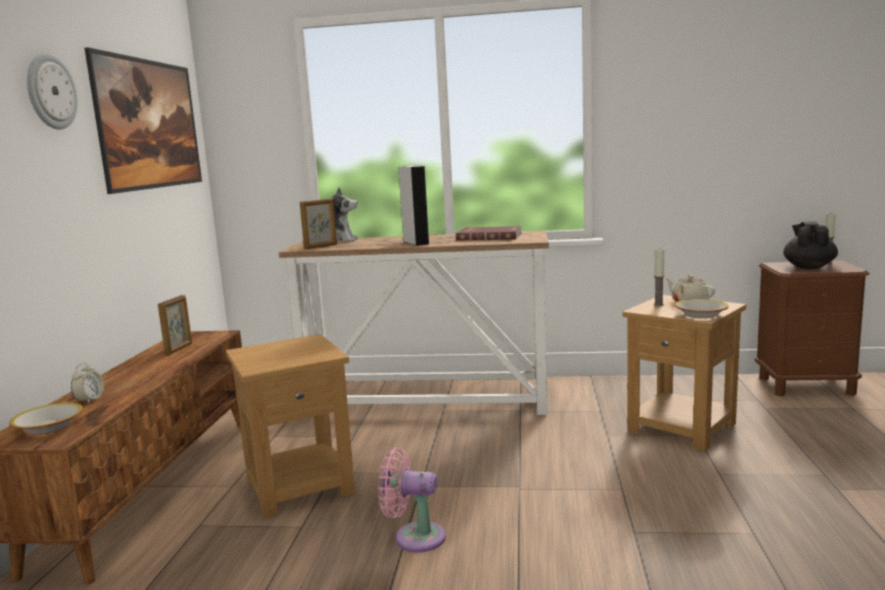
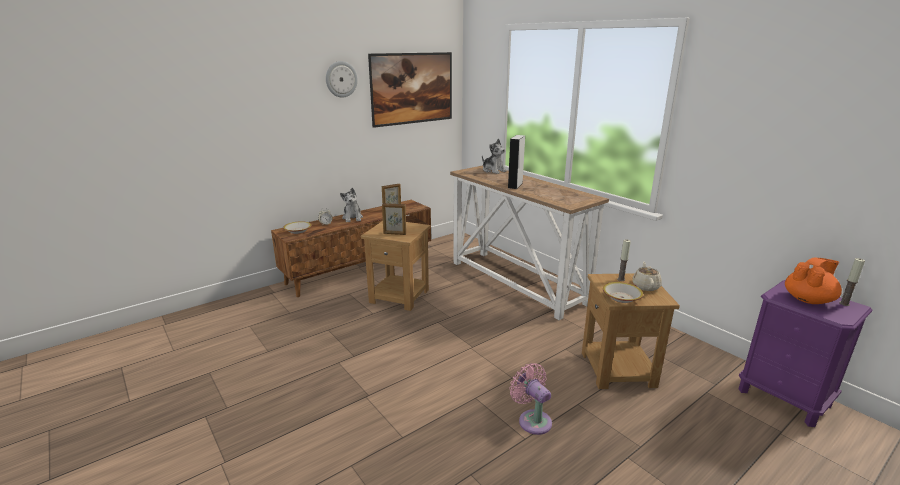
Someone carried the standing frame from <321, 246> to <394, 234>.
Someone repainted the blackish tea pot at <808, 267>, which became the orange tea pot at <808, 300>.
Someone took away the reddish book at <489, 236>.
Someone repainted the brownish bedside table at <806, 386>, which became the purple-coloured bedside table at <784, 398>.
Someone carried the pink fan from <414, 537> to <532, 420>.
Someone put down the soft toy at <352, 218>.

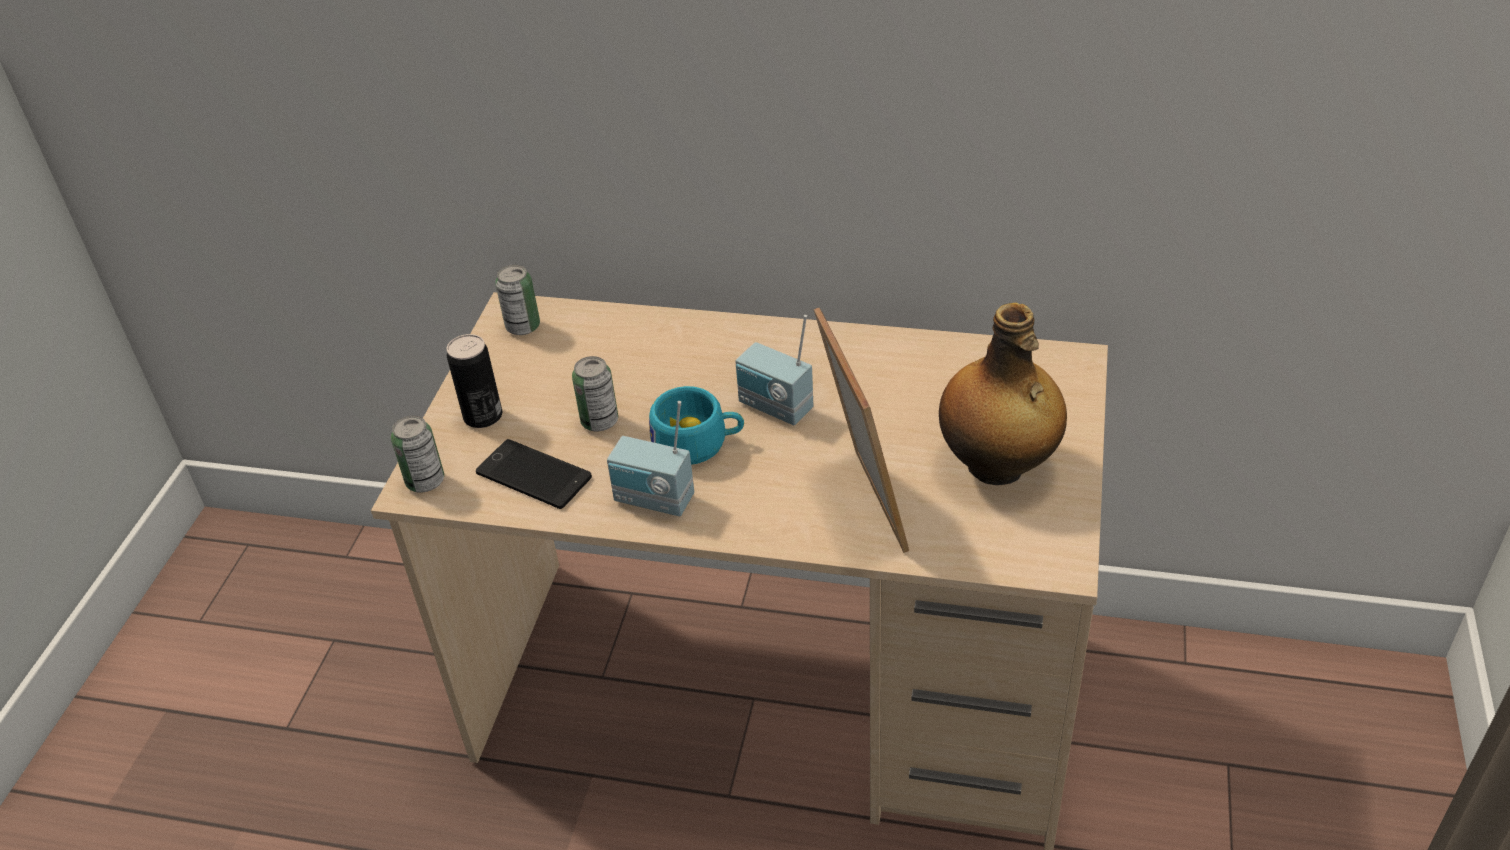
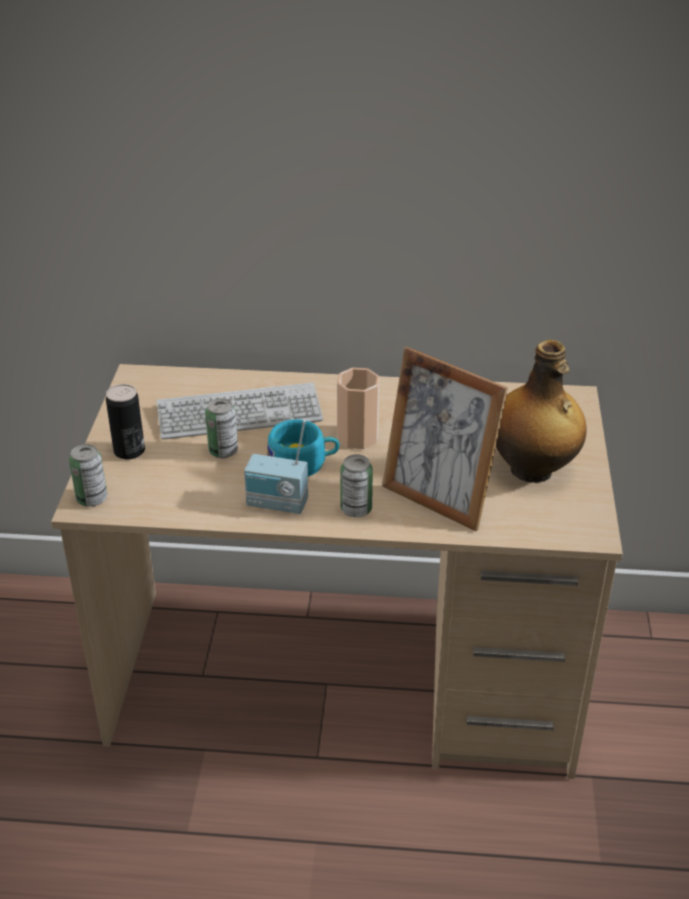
Someone carried the can from <523, 327> to <356, 509>.
Someone rotated the standing frame at <862, 504> by 150 degrees clockwise.
Someone swapped the radio set at <774, 408> for the drinking cup at <357, 437>.
Someone took away the telephone at <534, 475>.
Someone put down the computer keyboard at <239, 414>.

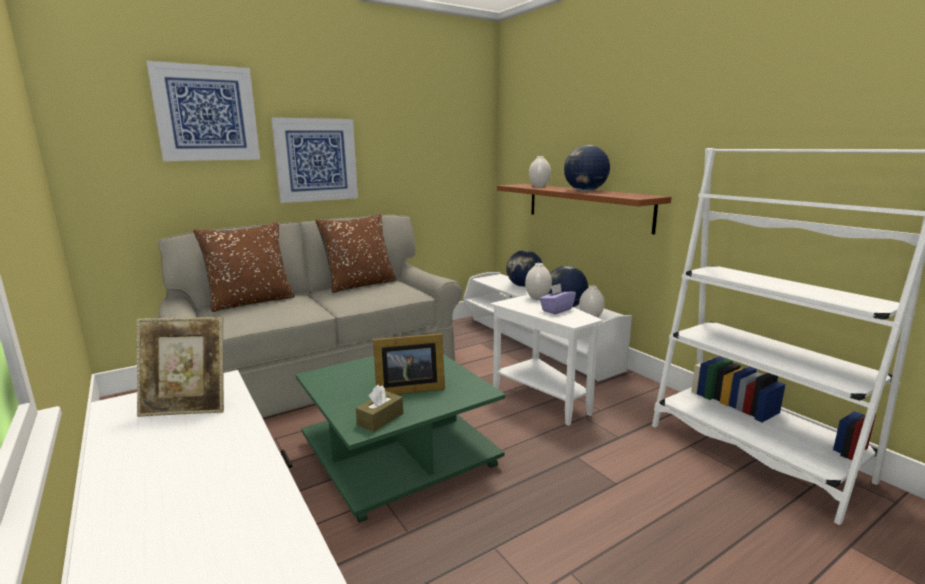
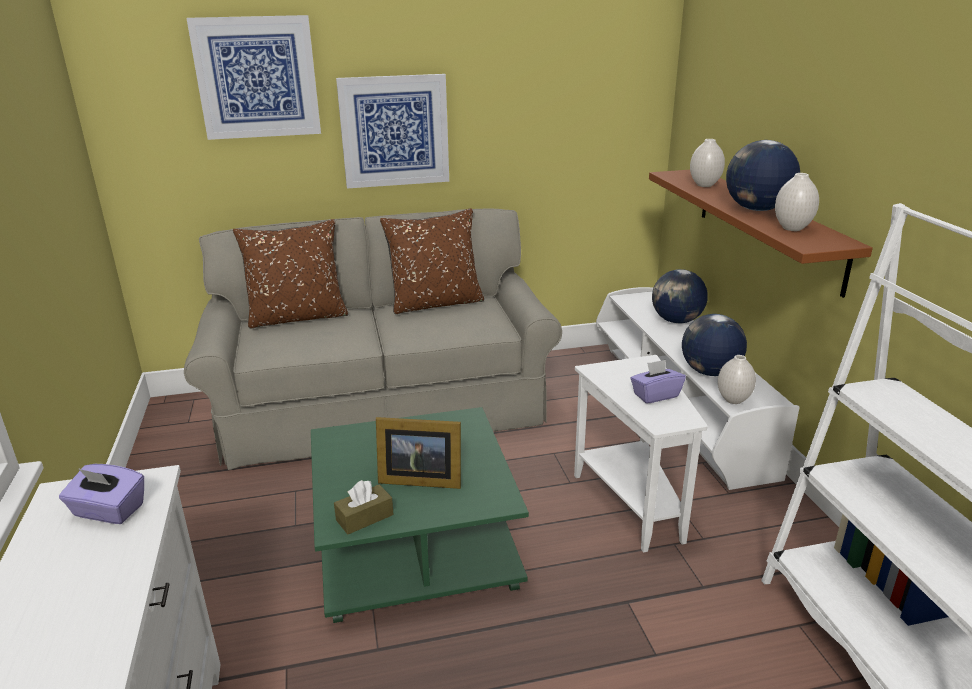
Someone carried the white flower vase from <537, 298> to <791, 228>.
Someone swapped the standing frame at <188, 407> for the purple-coloured box of tissues at <108, 511>.

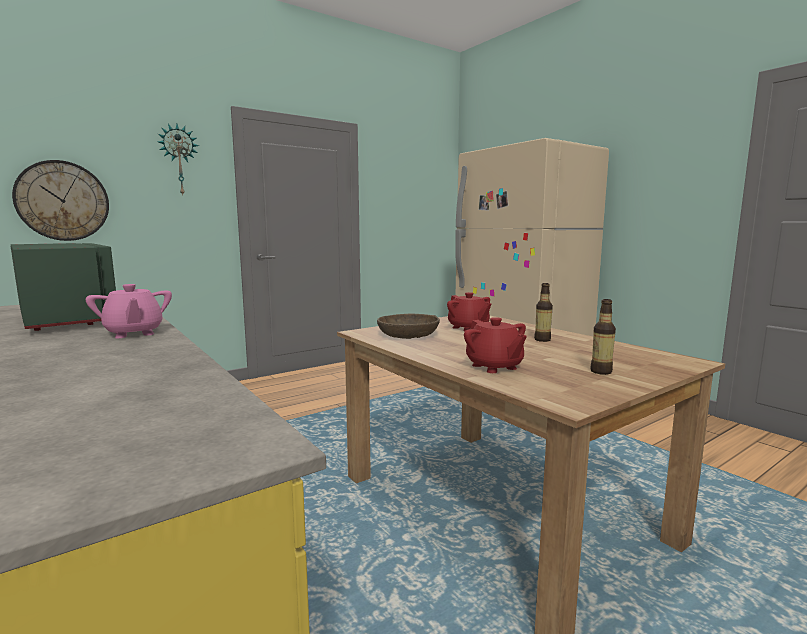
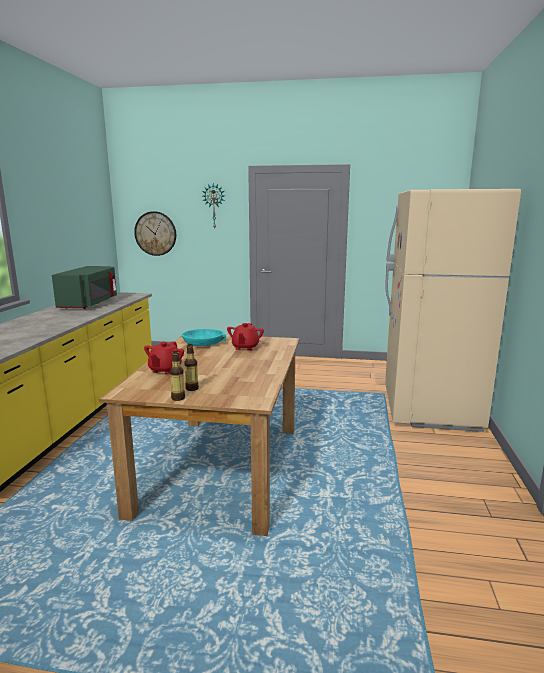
Someone carried the drink bottle from <542, 340> to <178, 398>.
Someone took away the pink tea pot at <134, 333>.
Someone repainted the brownish deep dish at <408, 334>, which became the turquoise-coloured deep dish at <203, 343>.

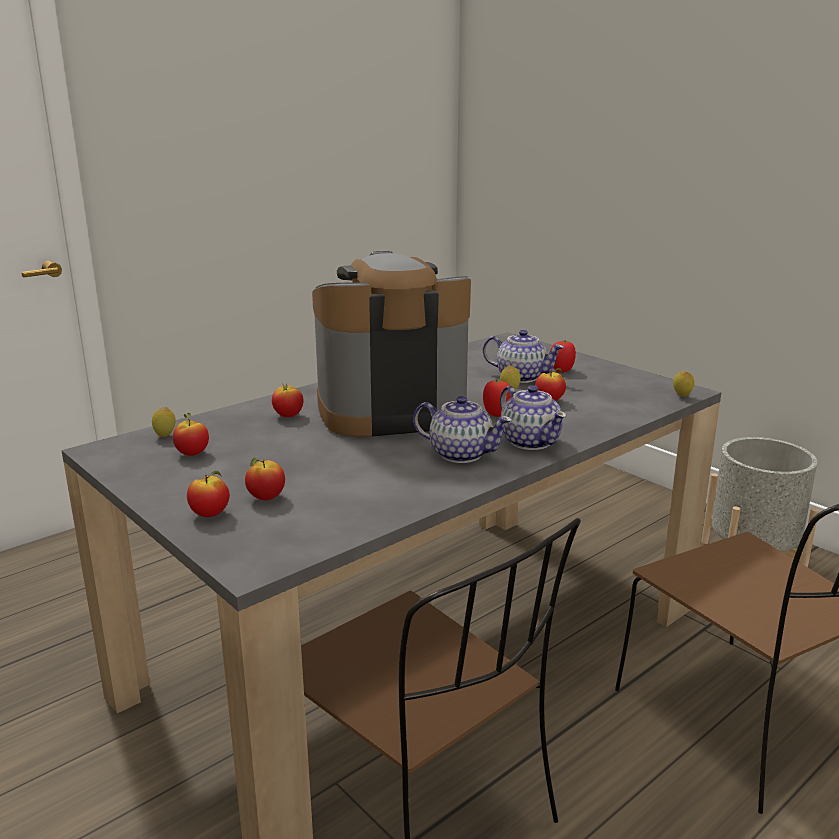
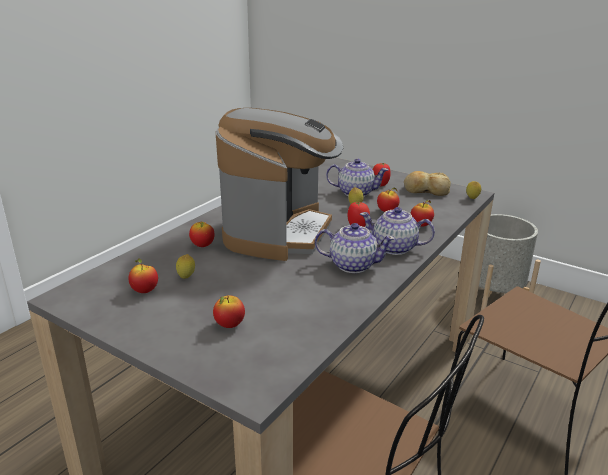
Someone rotated the coffee maker at <390, 411> by 135 degrees clockwise.
Someone rotated the tea pot at <530, 441> by 150 degrees clockwise.
Someone carried the citrus fruit from <165, 436> to <186, 277>.
Someone carried the whole apple from <210, 514> to <421, 225>.
Someone put down the bread at <426, 190>.

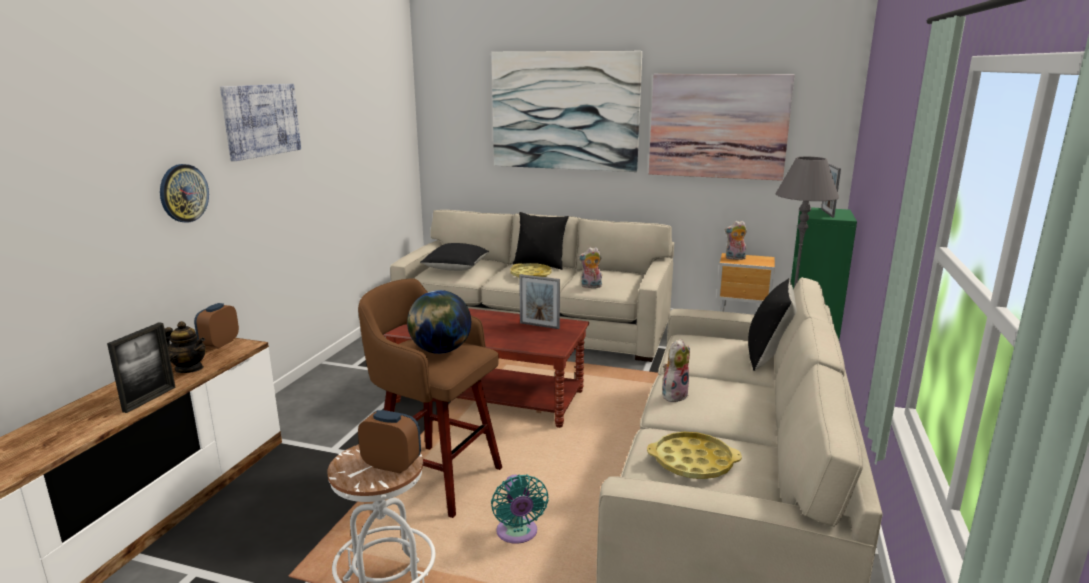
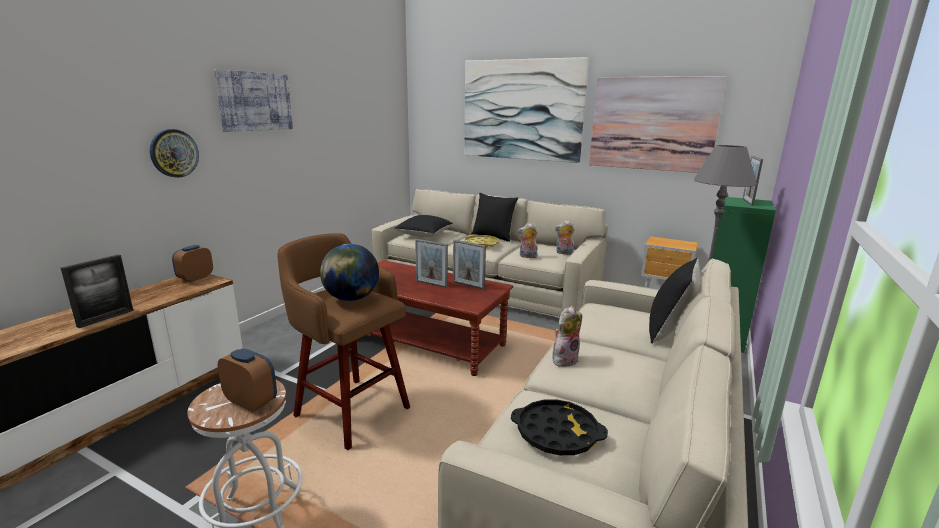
Someone carried the soft toy from <735, 258> to <564, 253>.
Someone took away the tea pot at <189, 368>.
Someone repainted the yellow-coloured carrying tray at <692, 462>, which became the blackish carrying tray at <557, 433>.
Someone took away the turquoise-coloured fan at <517, 534>.
Someone put down the standing frame at <431, 284>.

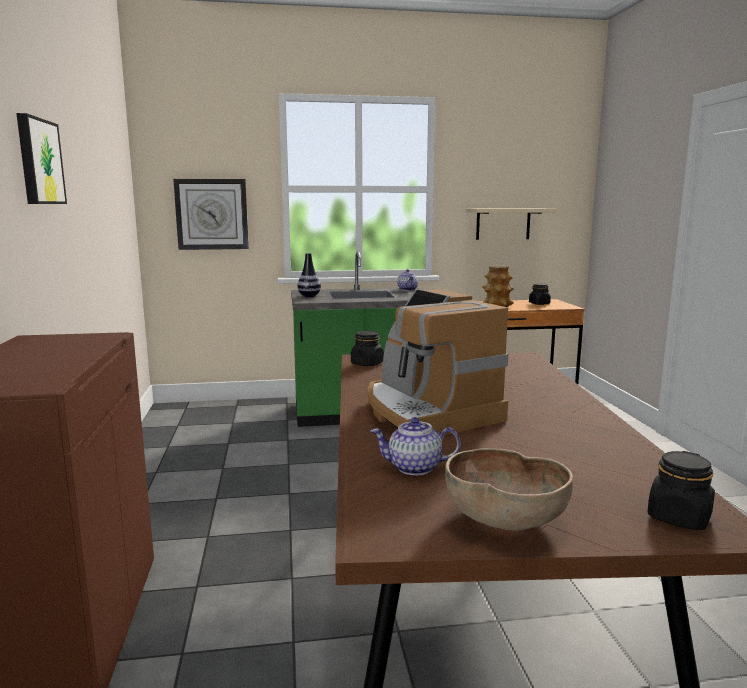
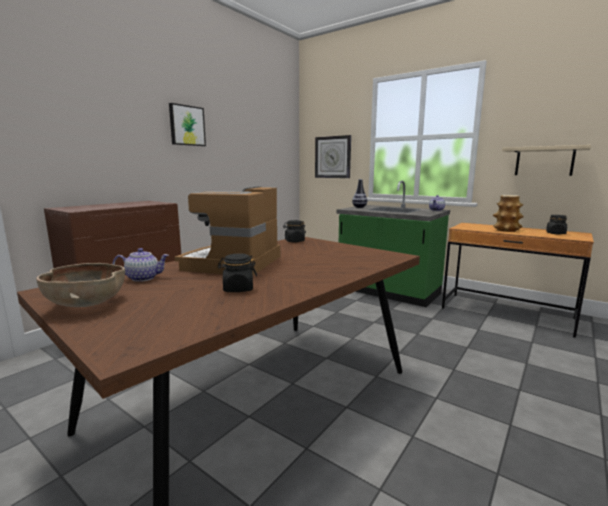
Someone rotated the tea pot at <414, 468> by 120 degrees clockwise.
Someone carried the blackish preserve jar from <679, 517> to <238, 289>.

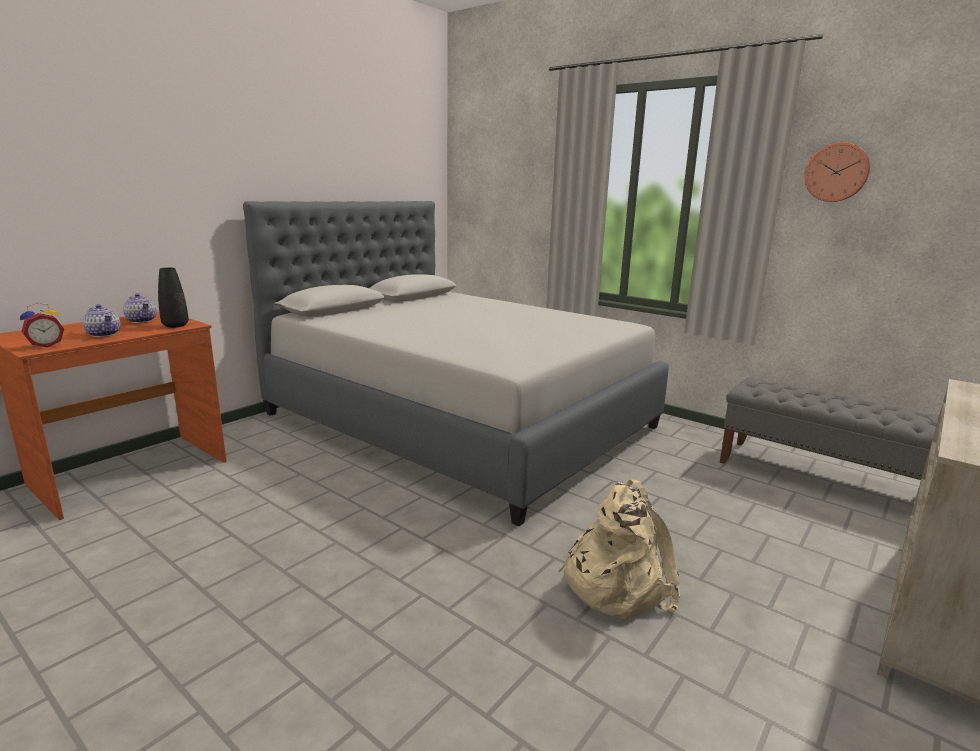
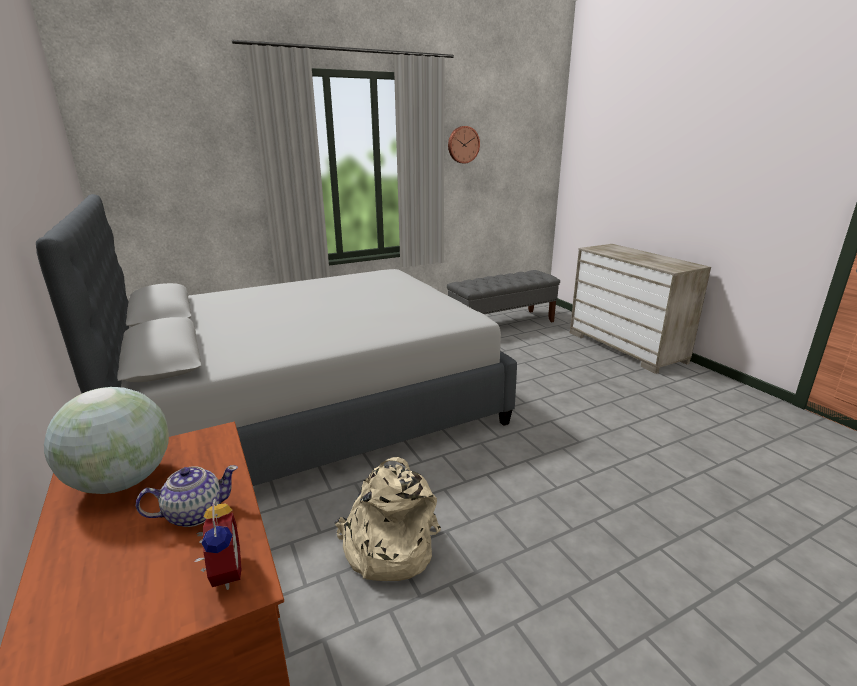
Someone took away the blackish flower vase at <175, 325>.
Someone swapped the tea pot at <142, 320> for the globe at <122, 481>.
Someone carried the beige backpack from <616, 583> to <387, 547>.

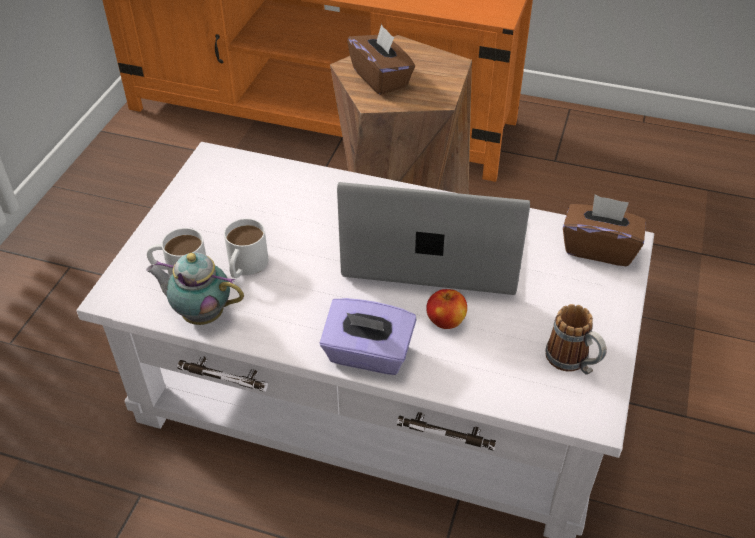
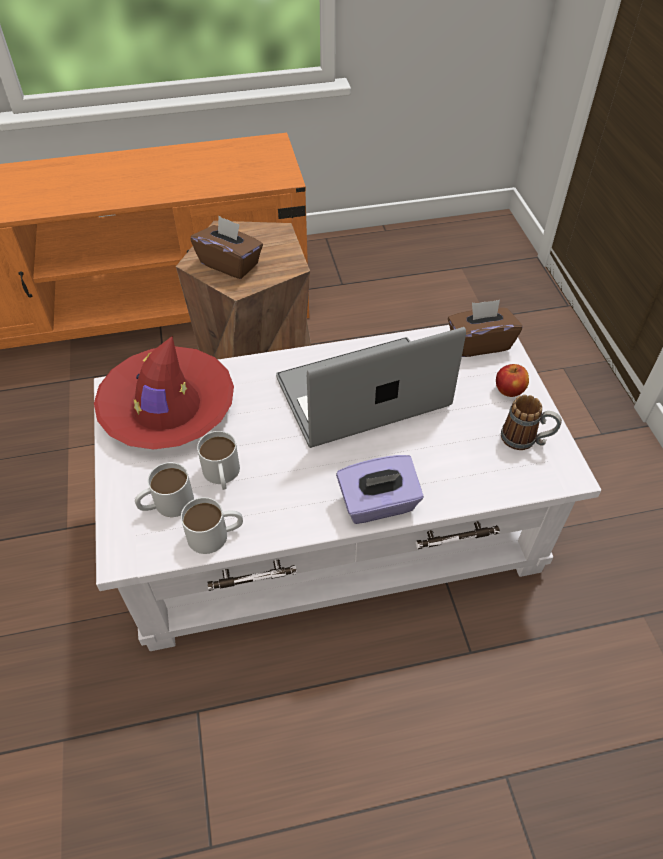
Someone swapped the tea pot at <201, 314> for the white mug at <216, 534>.
Someone carried the whole apple from <446, 321> to <509, 391>.
Someone put down the reddish hat at <167, 408>.

